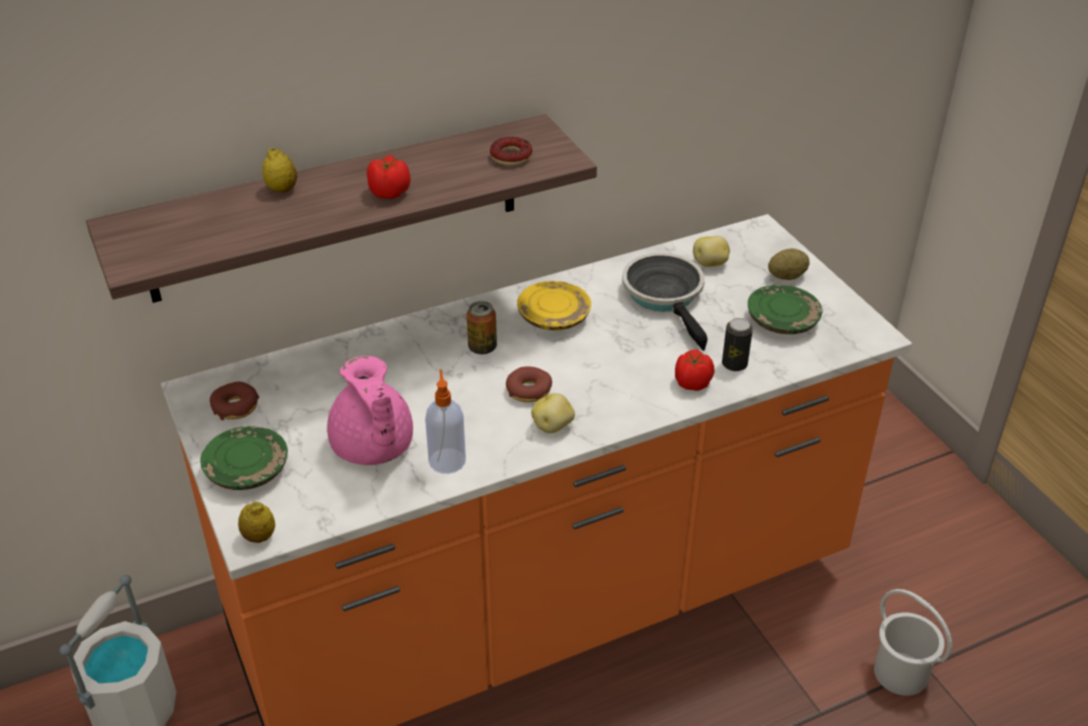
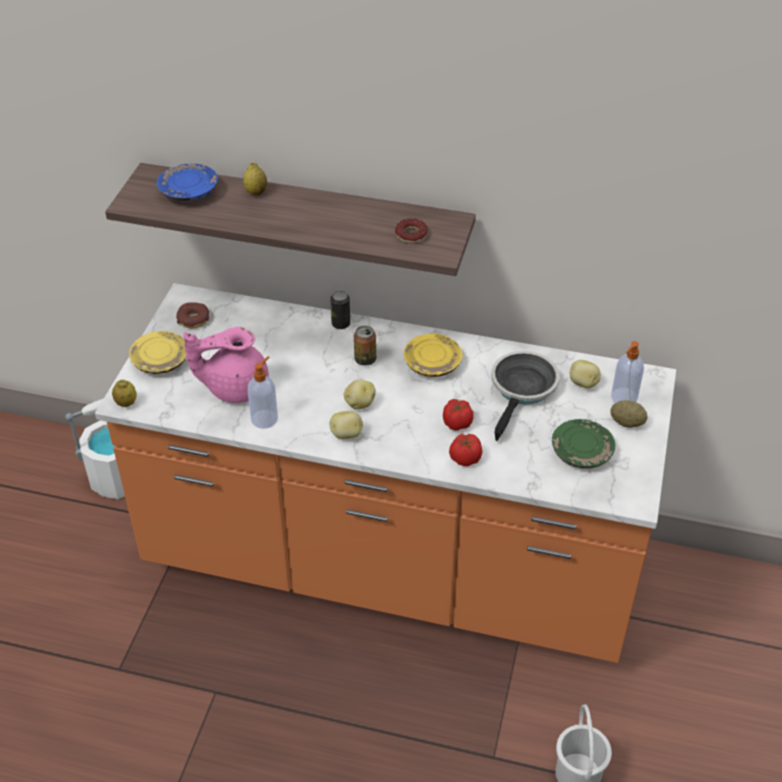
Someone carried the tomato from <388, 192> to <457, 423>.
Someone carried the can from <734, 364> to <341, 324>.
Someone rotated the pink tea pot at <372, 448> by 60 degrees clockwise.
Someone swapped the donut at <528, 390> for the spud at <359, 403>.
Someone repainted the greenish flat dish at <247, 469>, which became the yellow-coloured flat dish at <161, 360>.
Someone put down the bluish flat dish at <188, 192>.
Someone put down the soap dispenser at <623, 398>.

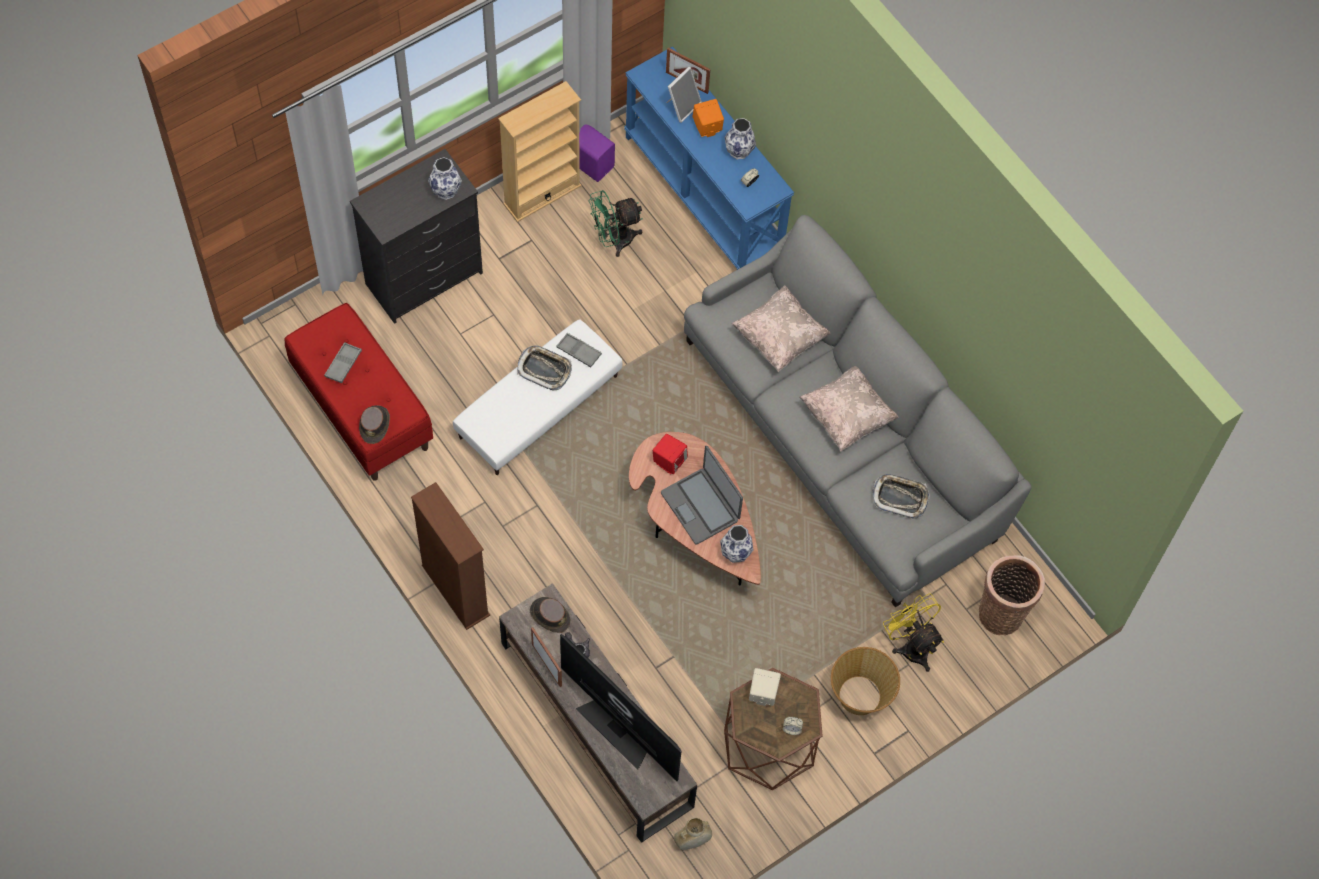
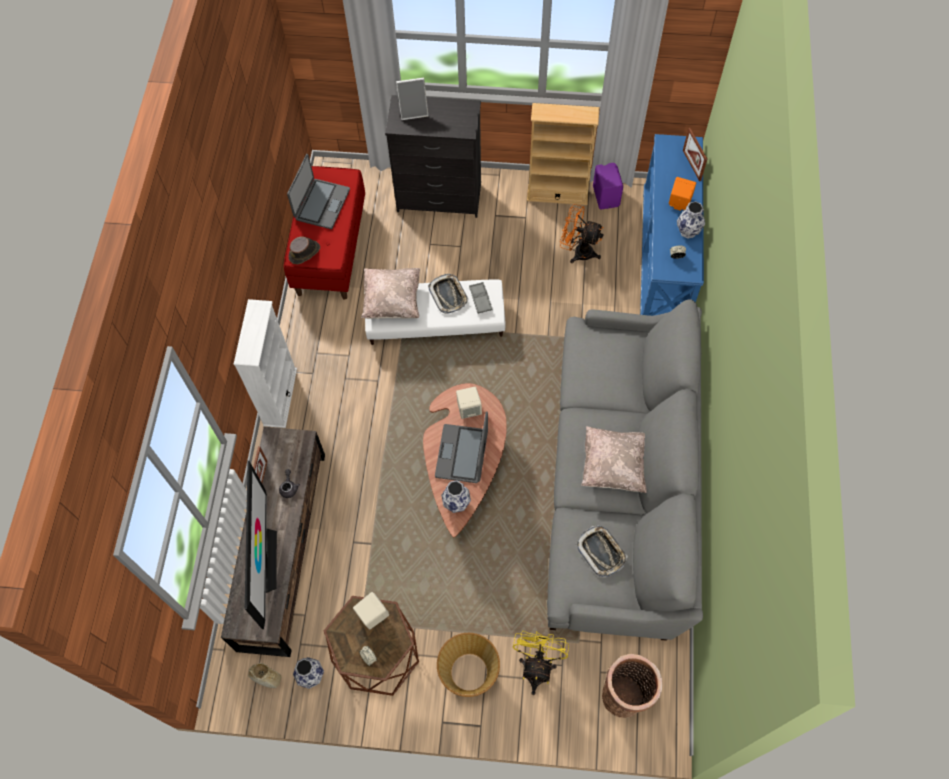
Someone carried the standing frame from <682, 106> to <413, 111>.
Someone carried the flower vase from <446, 191> to <311, 676>.
Someone repainted the greenish fan at <614, 240>, which became the orange fan at <578, 251>.
Someone carried the beige pillow from <779, 338> to <392, 301>.
Someone swapped the gray carrying tray at <343, 364> for the portable computer at <321, 204>.
Someone repainted the reddish loudspeaker at <669, 461>, which became the beige loudspeaker at <469, 409>.
Someone repainted the brownish bookshelf at <455, 590>, which became the white bookshelf at <280, 397>.
Someone took away the brownish hat at <549, 615>.

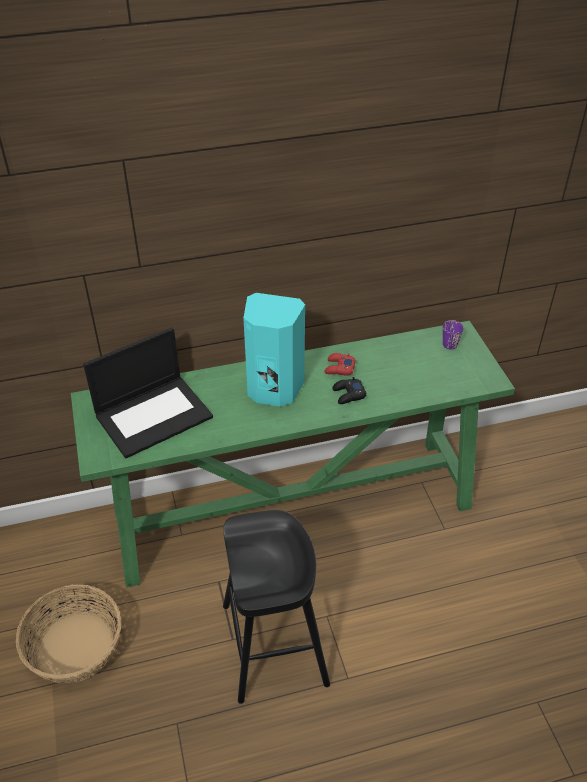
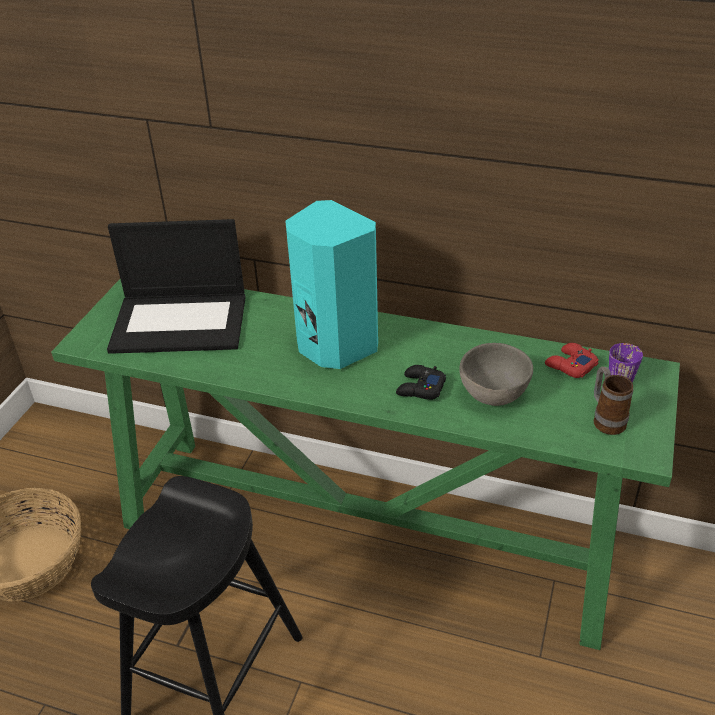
Someone carried the reddish gamepad from <339, 368> to <570, 365>.
Someone put down the gray deep dish at <492, 394>.
Someone put down the mug at <606, 419>.

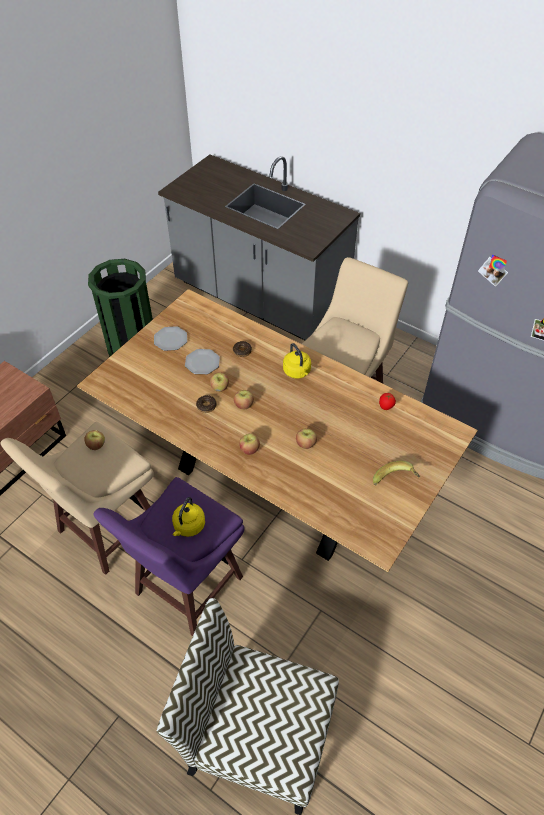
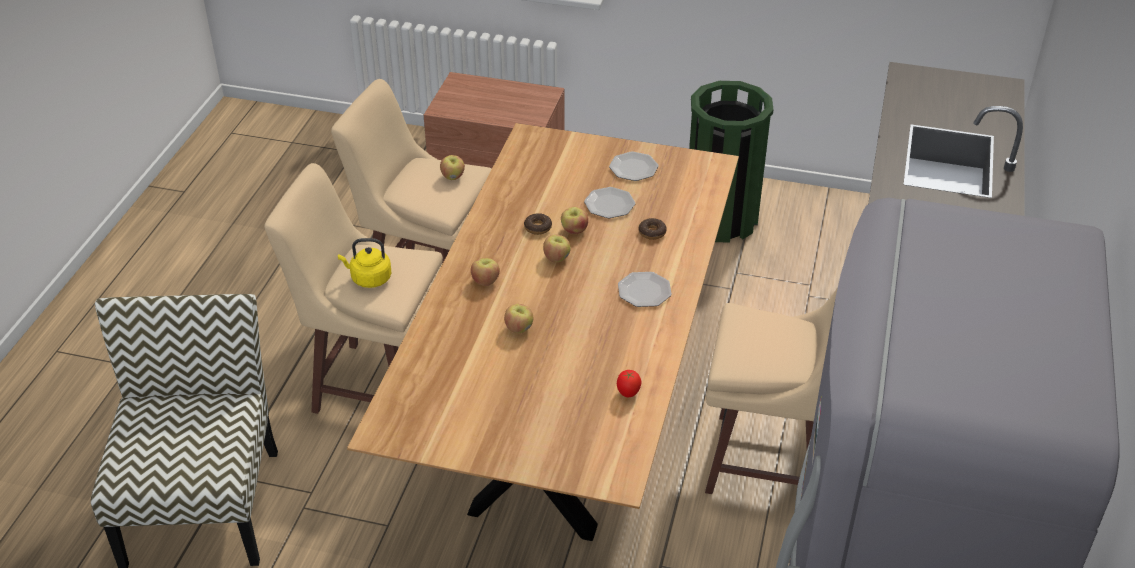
Someone swapped the yellow-coloured water kettle at <297, 372> for the flat dish at <644, 291>.
Someone took away the banana at <395, 482>.
Someone repainted the purple-coloured stool at <186, 587>, which became the beige stool at <375, 385>.

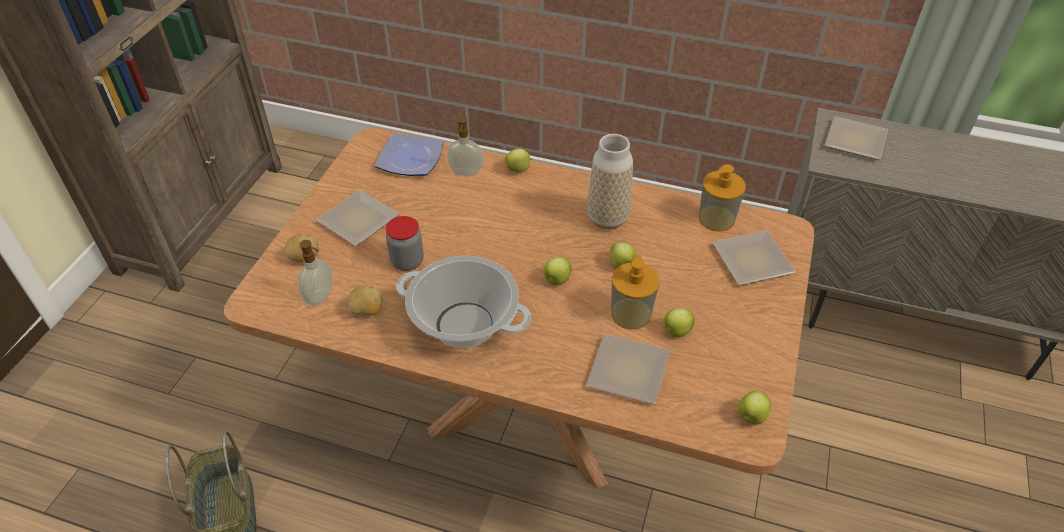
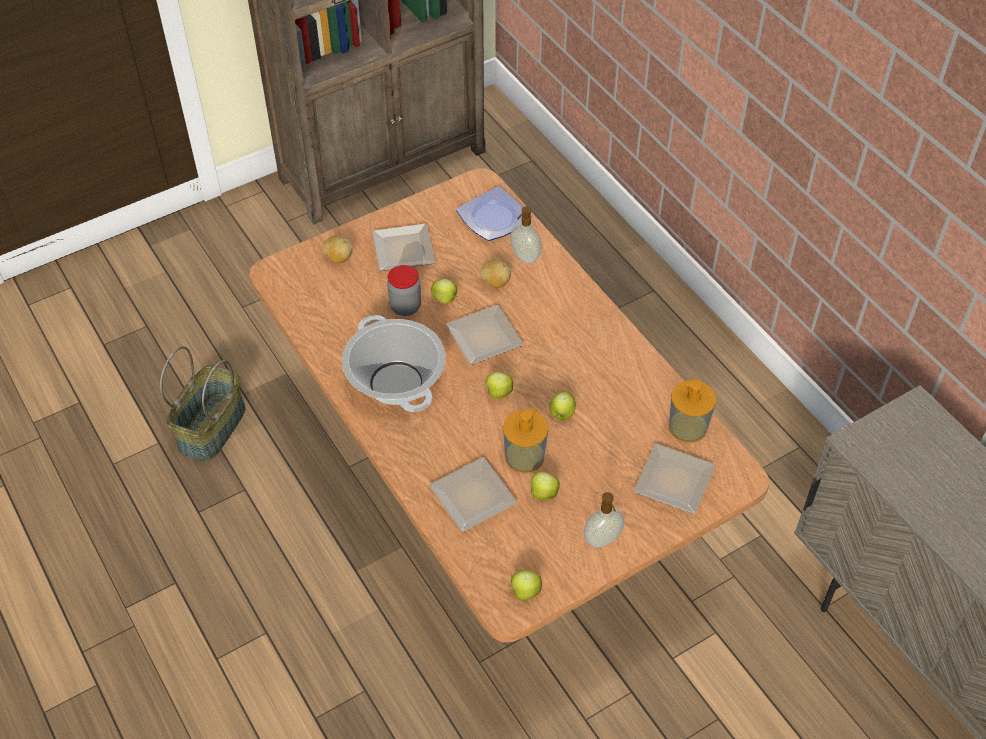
Someone carried the flat dish from <857, 140> to <487, 338>.
Someone took away the flower vase at <607, 219>.
Someone carried the whole apple from <518, 169> to <445, 299>.
Someone carried the soap dispenser from <321, 297> to <603, 540>.
Someone carried the spud from <367, 311> to <495, 282>.

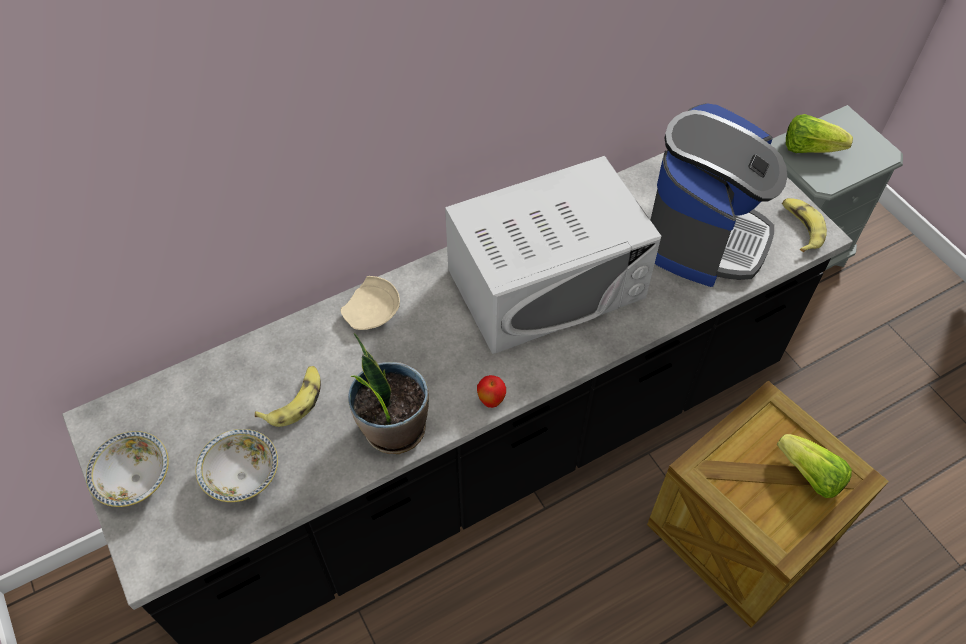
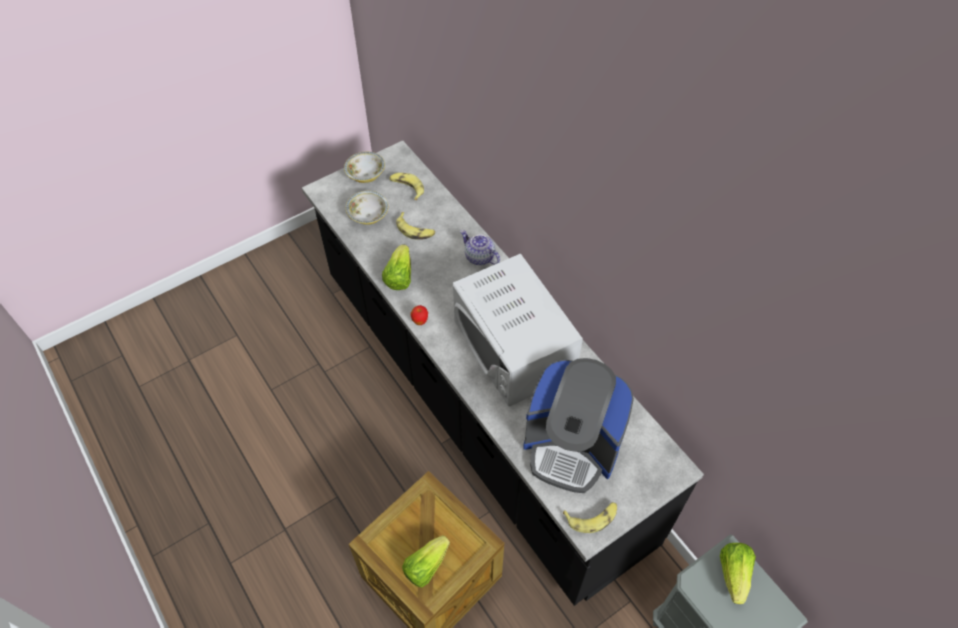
Someone swapped the beige flat dish at <372, 312> for the tea pot at <479, 257>.
Someone swapped the plant in a pot at <393, 428> for the head of lettuce at <399, 276>.
Someone put down the banana at <407, 188>.

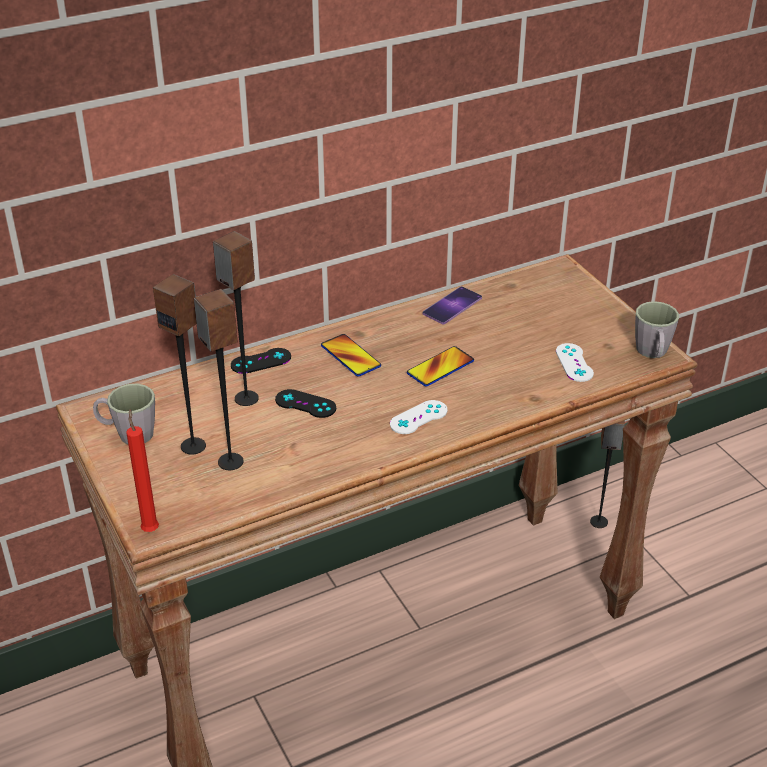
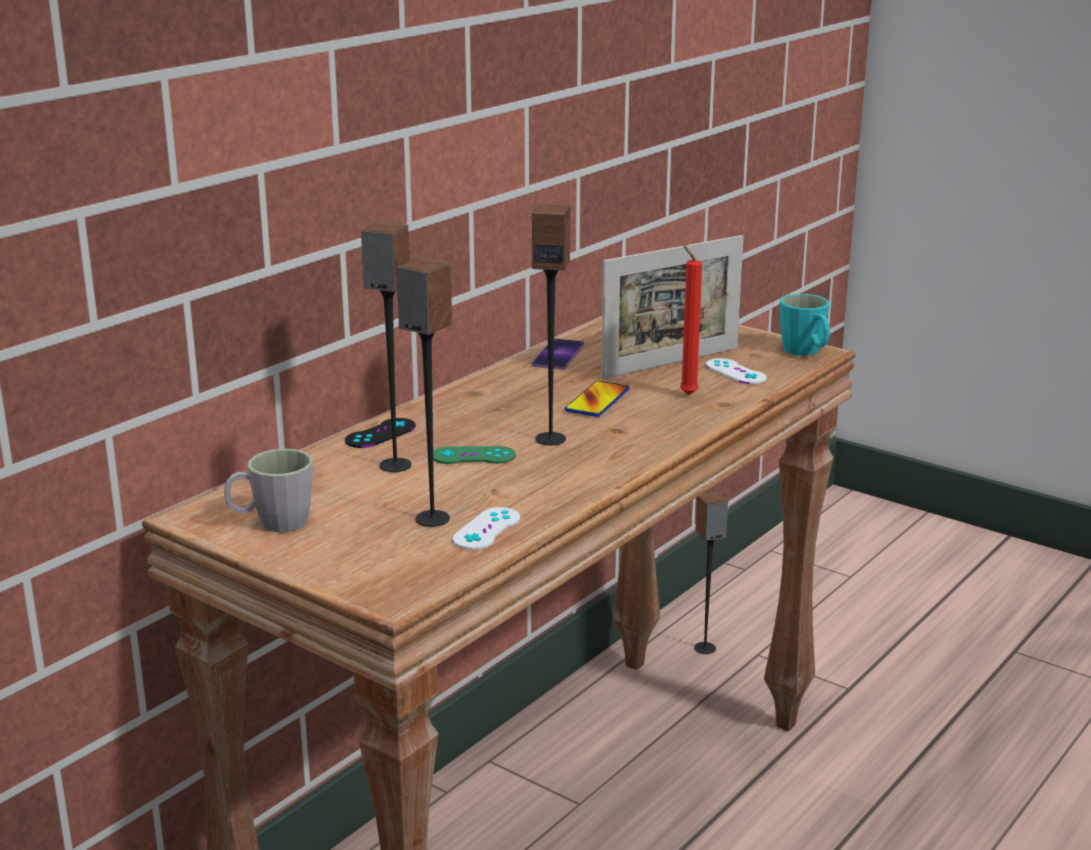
Someone carried the loudspeaker from <193, 446> to <550, 439>.
Someone repainted the gray mug at <652, 353>, which became the turquoise-coloured mug at <806, 352>.
Someone took away the telephone at <350, 356>.
Someone repainted the blackish gamepad at <305, 404>, which became the greenish gamepad at <473, 456>.
Someone carried the white gamepad from <418, 417> to <486, 529>.
Someone carried the reddish candle from <150, 529> to <686, 394>.
Someone put down the standing frame at <671, 363>.

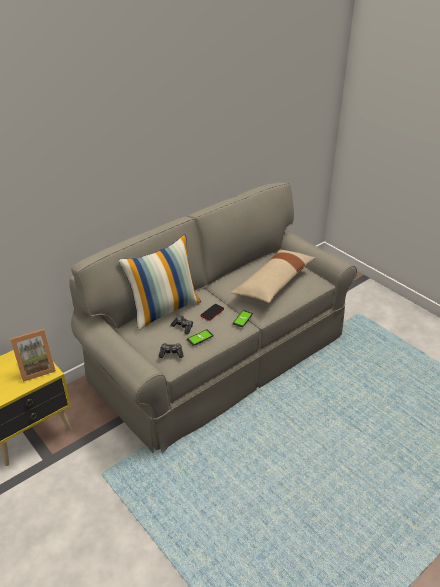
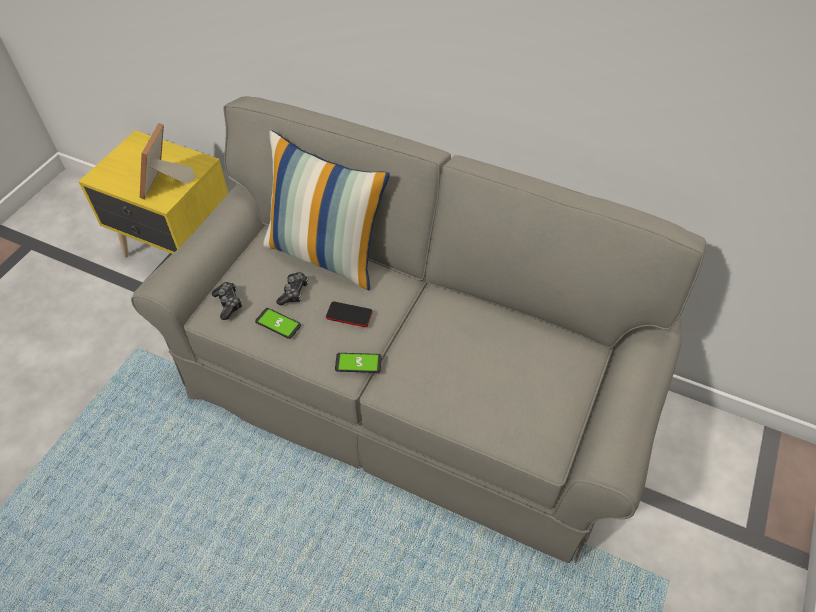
Someone took away the beige pillow at <274, 283>.
Someone rotated the standing frame at <36, 368> by 60 degrees clockwise.

